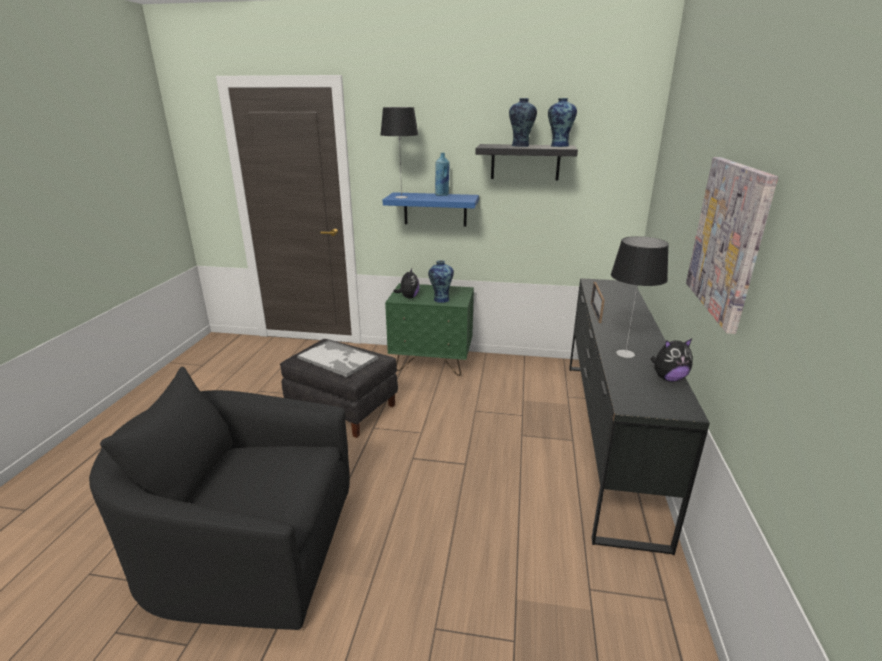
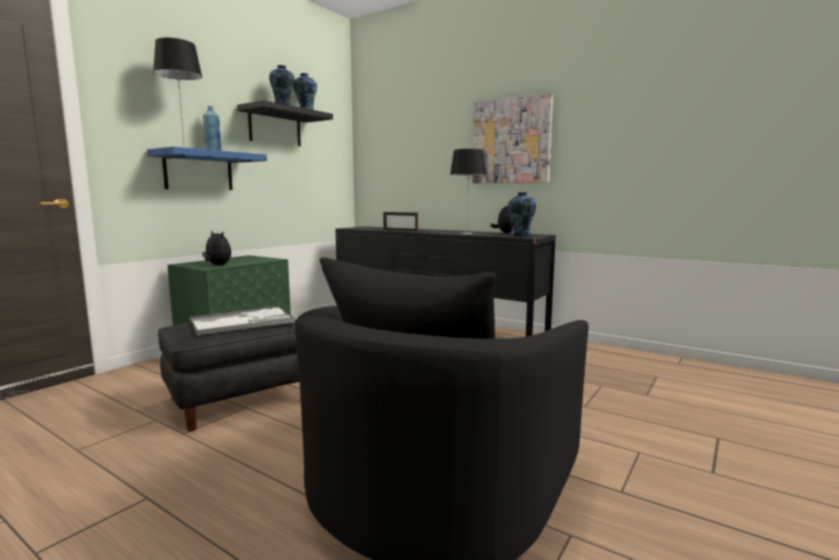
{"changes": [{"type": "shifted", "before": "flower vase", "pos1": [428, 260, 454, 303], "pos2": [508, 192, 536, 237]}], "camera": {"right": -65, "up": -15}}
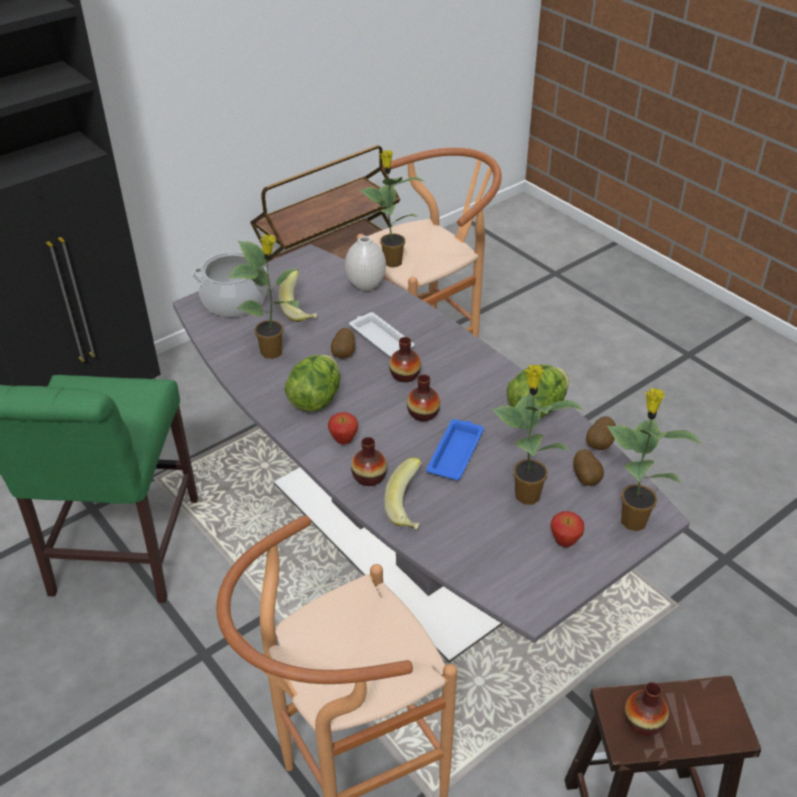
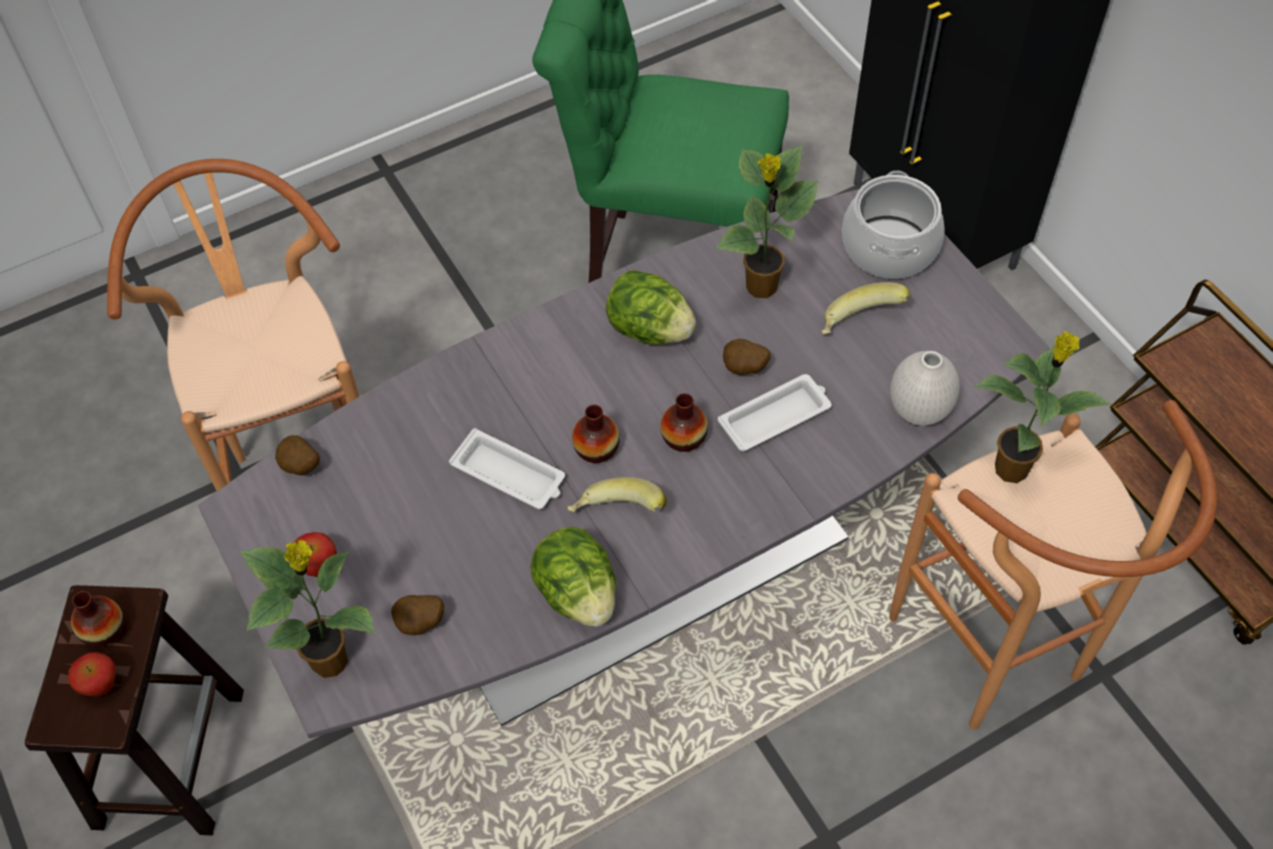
{"changes": [{"type": "gone", "before": "flower vase", "pos1": [351, 437, 387, 486]}, {"type": "gone", "before": "potted plant", "pos1": [492, 365, 585, 504]}, {"type": "shifted", "before": "apple fruit", "pos1": [328, 412, 358, 444], "pos2": [68, 652, 116, 696]}, {"type": "shifted", "before": "whole banana", "pos1": [384, 458, 422, 530], "pos2": [567, 477, 667, 513]}, {"type": "shifted", "before": "spud", "pos1": [586, 416, 616, 450], "pos2": [275, 435, 320, 476]}, {"type": "repainted", "before": "blue-coloured carrying tray", "after": "whitish carrying tray", "pos1": [426, 419, 484, 480], "pos2": [449, 428, 565, 509]}], "camera": {"right": 100, "up": 15}}
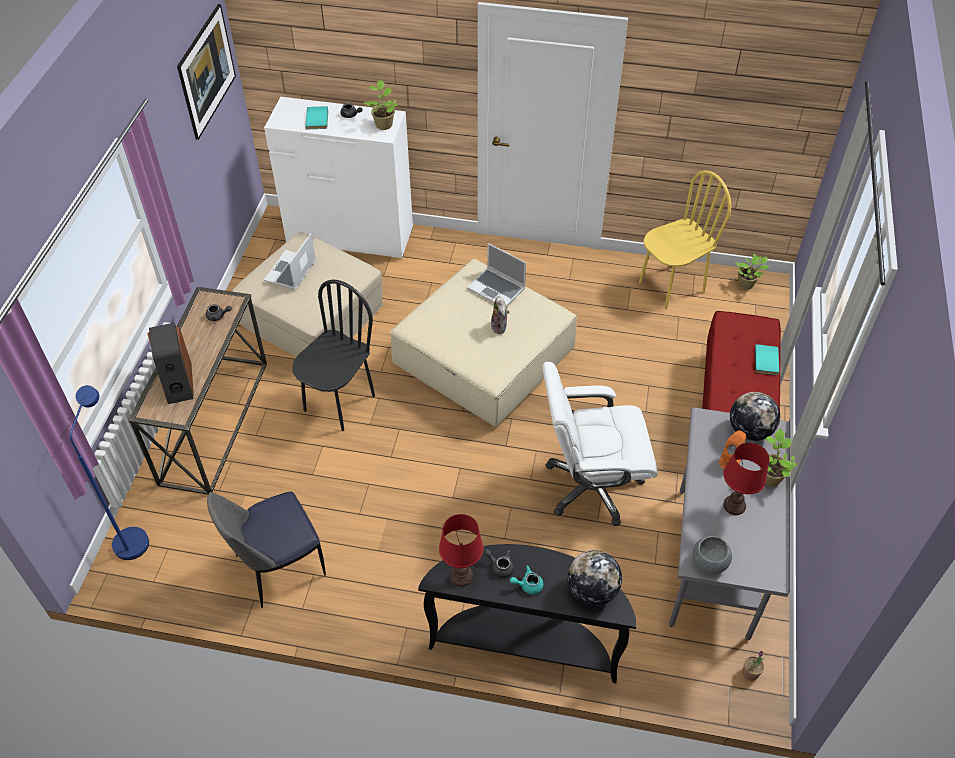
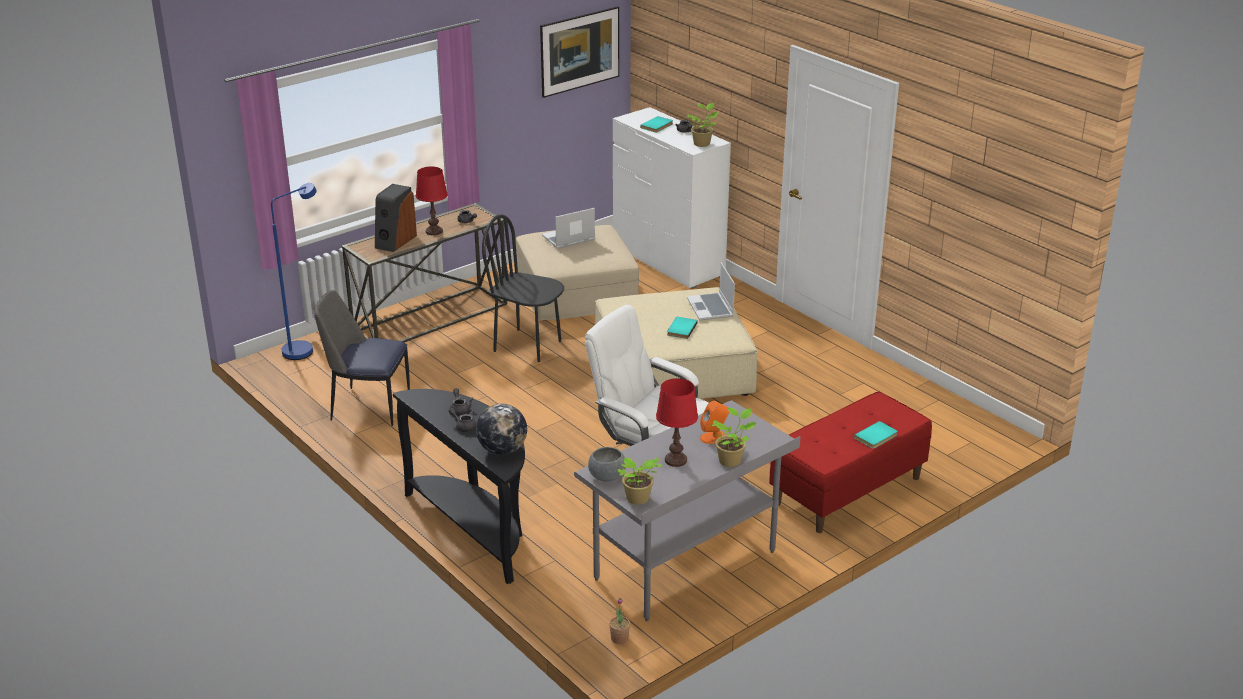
{"changes": [{"type": "gone", "before": "yellowish upright chair", "pos1": [639, 171, 731, 310]}, {"type": "gone", "before": "globe", "pos1": [730, 392, 780, 441]}, {"type": "shifted", "before": "red lamp for a table", "pos1": [439, 514, 483, 586], "pos2": [416, 167, 448, 235]}, {"type": "shifted", "before": "potted plant", "pos1": [735, 253, 768, 290], "pos2": [617, 458, 662, 505]}, {"type": "swapped", "before": "soft toy", "after": "turquoise-coloured bound book", "pos1": [491, 296, 510, 334], "pos2": [667, 317, 698, 339]}, {"type": "repainted", "before": "turquoise-coloured tea pot", "after": "greyish tea pot", "pos1": [510, 566, 543, 594], "pos2": [449, 408, 477, 432]}, {"type": "rotated", "before": "blackish upright chair", "pos1": [292, 279, 375, 431], "pos2": [482, 214, 564, 362], "turn": -135}], "camera": {"right": 40, "up": -20}}
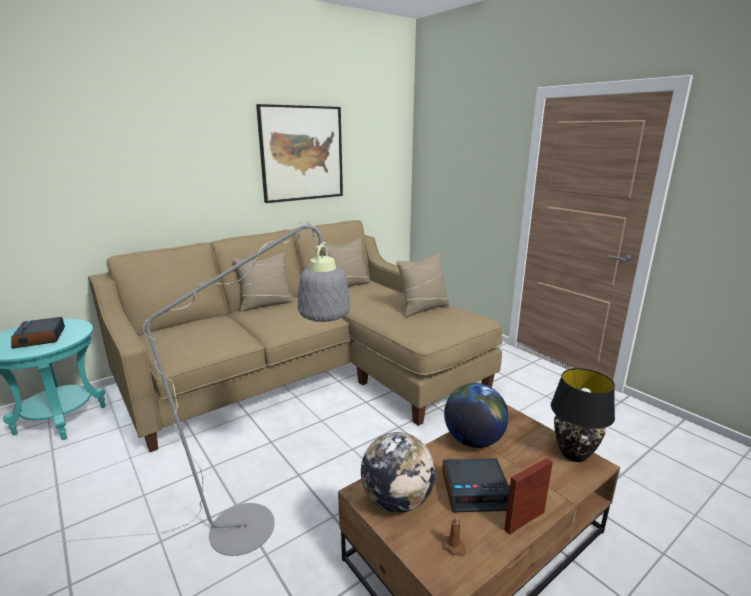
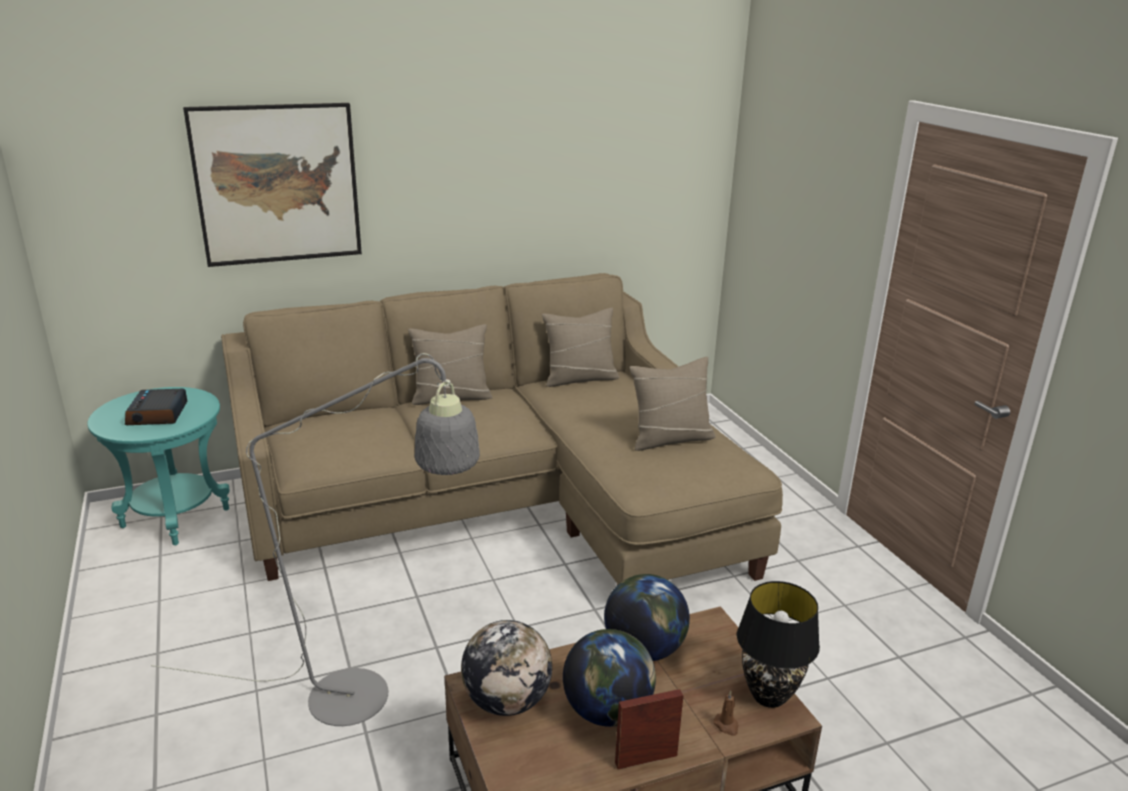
{"changes": [{"type": "shifted", "before": "wall picture", "pos1": [256, 104, 343, 203], "pos2": [183, 103, 362, 267]}, {"type": "shifted", "before": "brown wax light", "pos1": [443, 515, 466, 556], "pos2": [713, 690, 739, 736]}, {"type": "swapped", "before": "table clock", "after": "globe", "pos1": [442, 458, 510, 512], "pos2": [563, 629, 656, 727]}], "camera": {"right": 15, "up": 5}}
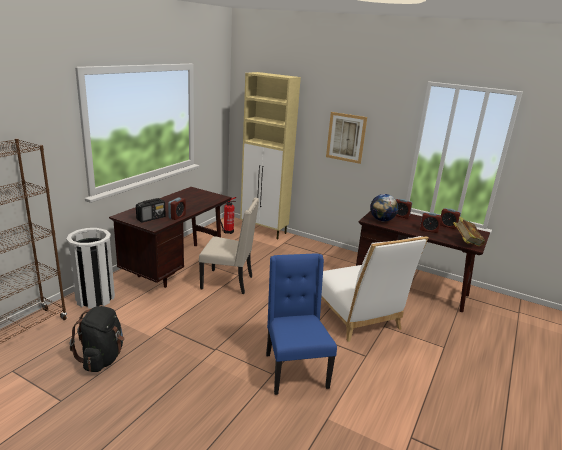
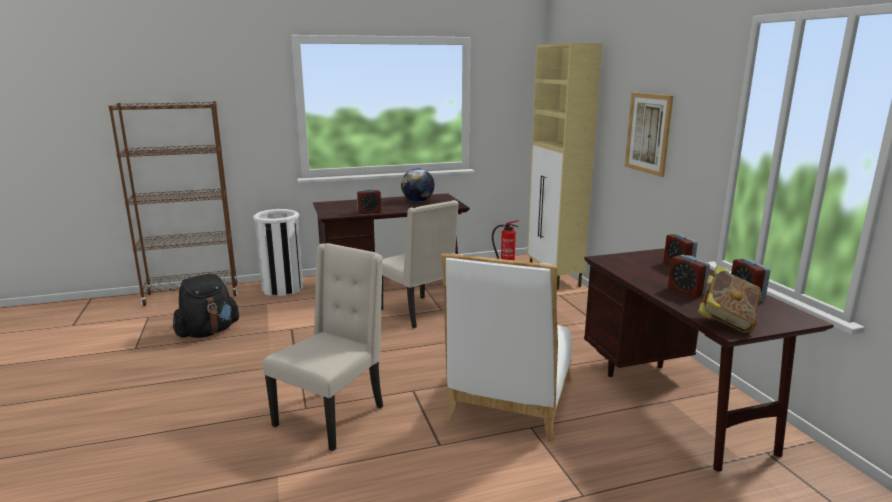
{"changes": [{"type": "gone", "before": "radio", "pos1": [136, 198, 166, 223]}, {"type": "shifted", "before": "globe", "pos1": [370, 194, 398, 221], "pos2": [401, 168, 435, 202]}, {"type": "repainted", "before": "blue-coloured upright chair", "after": "beige upright chair", "pos1": [266, 253, 337, 395], "pos2": [263, 243, 383, 451]}], "camera": {"right": 45, "up": -5}}
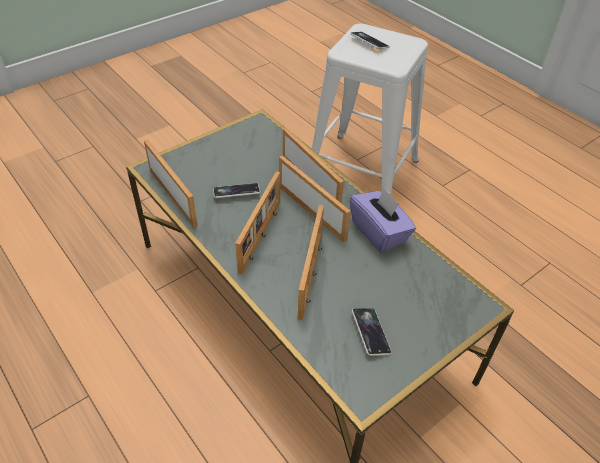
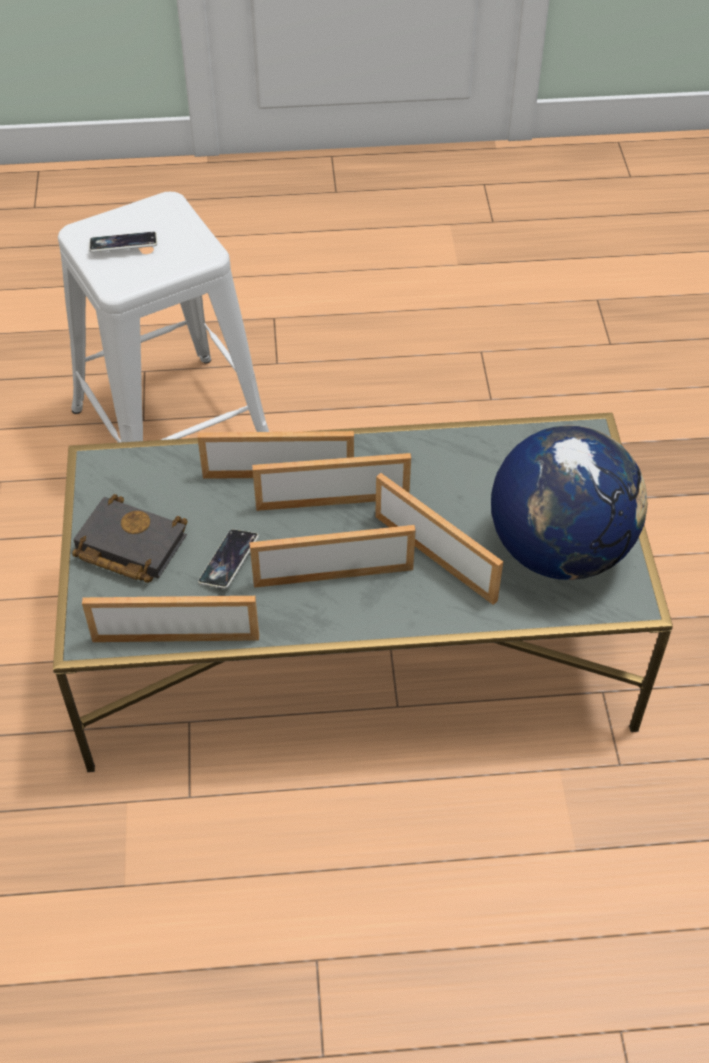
{"changes": [{"type": "gone", "before": "purplish tissue box", "pos1": [350, 187, 416, 253]}, {"type": "new", "after": "blackish bound book", "pos2": [72, 494, 187, 583]}, {"type": "swapped", "before": "phone", "after": "globe", "pos1": [352, 308, 392, 356], "pos2": [491, 425, 647, 580]}, {"type": "rotated", "before": "picture frame", "pos1": [235, 171, 280, 274], "pos2": [249, 525, 415, 588], "turn": -60}], "camera": {"right": -55, "up": 5}}
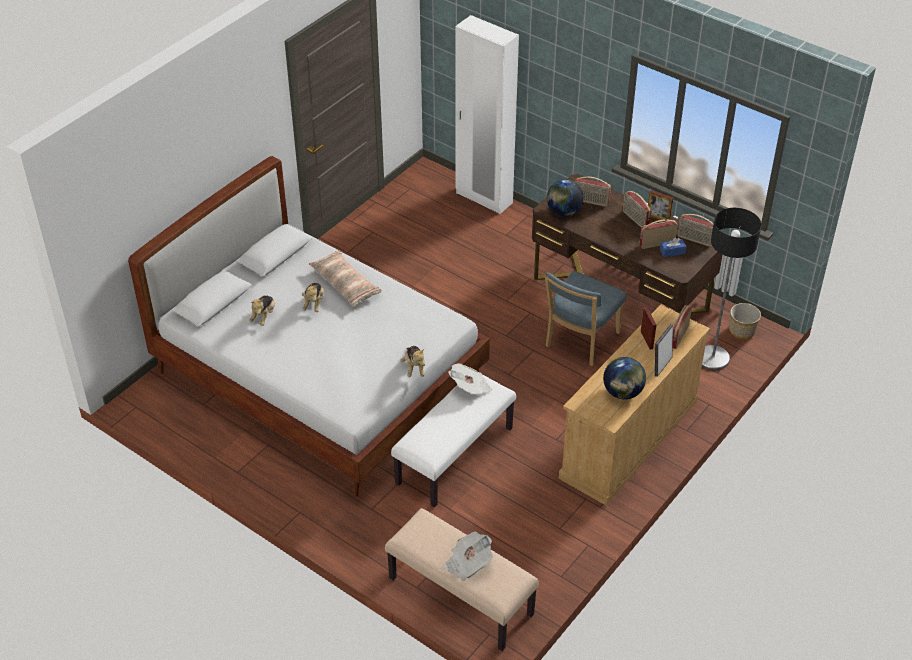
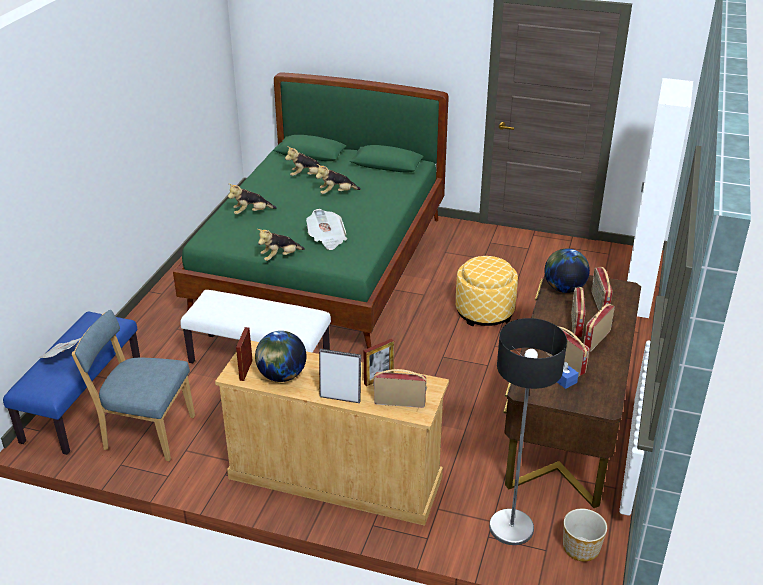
{"changes": [{"type": "gone", "before": "throw pillow", "pos1": [309, 251, 382, 307]}, {"type": "new", "after": "soft toy", "pos2": [228, 183, 277, 214]}, {"type": "new", "after": "pouffe", "pos2": [456, 256, 518, 326]}, {"type": "shifted", "before": "daily paper", "pos1": [448, 363, 492, 395], "pos2": [306, 209, 347, 250]}, {"type": "shifted", "before": "blue-coloured upright chair", "pos1": [545, 271, 626, 366], "pos2": [72, 310, 195, 461]}, {"type": "shifted", "before": "picture frame", "pos1": [648, 190, 673, 222], "pos2": [236, 327, 253, 381]}, {"type": "shifted", "before": "radio", "pos1": [677, 214, 714, 247], "pos2": [571, 287, 586, 337]}, {"type": "repainted", "before": "whitish sleeping bed", "after": "green sleeping bed", "pos1": [128, 156, 490, 497], "pos2": [173, 72, 449, 349]}, {"type": "repainted", "before": "beige indoor bench", "after": "blue-coloured indoor bench", "pos1": [385, 508, 539, 651], "pos2": [3, 312, 140, 455]}], "camera": {"right": 70, "up": -10}}
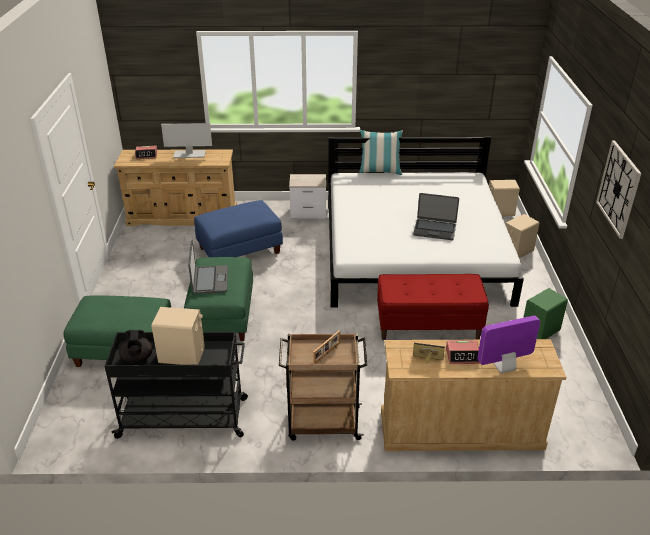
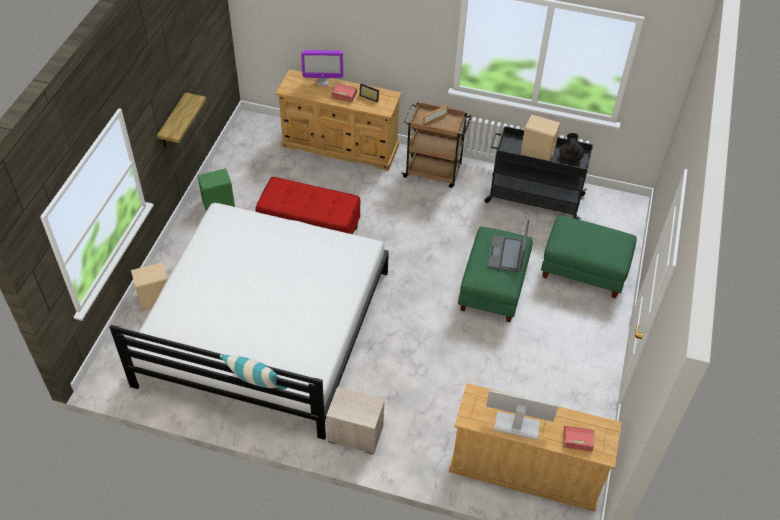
{"changes": [{"type": "gone", "before": "blue-coloured pouffe", "pos1": [194, 200, 283, 257]}, {"type": "gone", "before": "laptop", "pos1": [413, 193, 459, 240]}, {"type": "gone", "before": "beige loudspeaker", "pos1": [489, 180, 520, 216]}, {"type": "gone", "before": "wall clock", "pos1": [596, 141, 642, 239]}, {"type": "new", "after": "bracket shelf", "pos2": [157, 92, 206, 147]}], "camera": {"right": -165, "up": 15}}
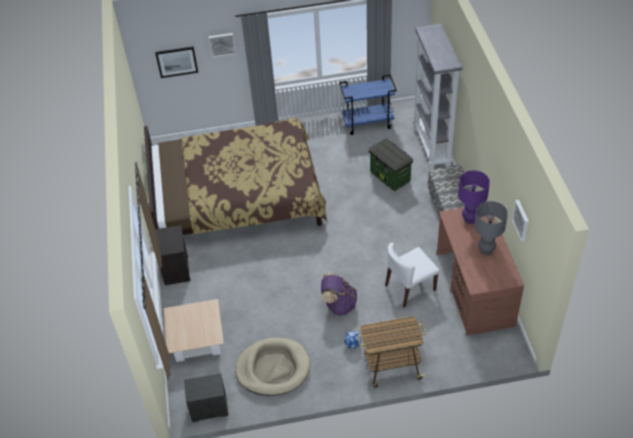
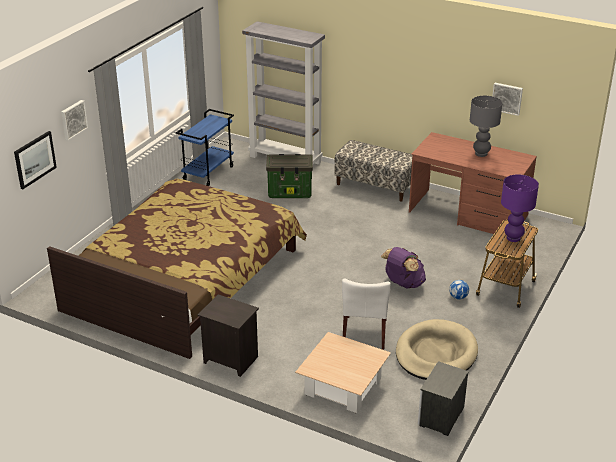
{"changes": [{"type": "shifted", "before": "whitish upright chair", "pos1": [385, 242, 440, 308], "pos2": [342, 278, 391, 349]}, {"type": "shifted", "before": "purplish lamp for a table", "pos1": [458, 170, 490, 224], "pos2": [501, 174, 539, 242]}], "camera": {"right": -55, "up": -15}}
